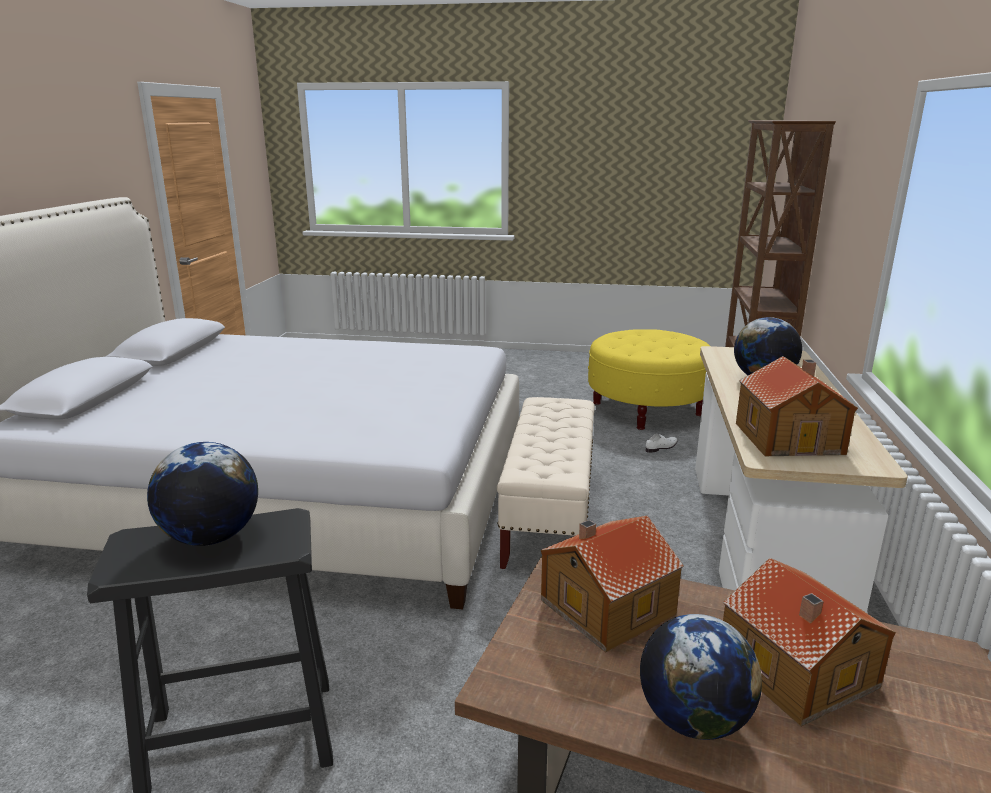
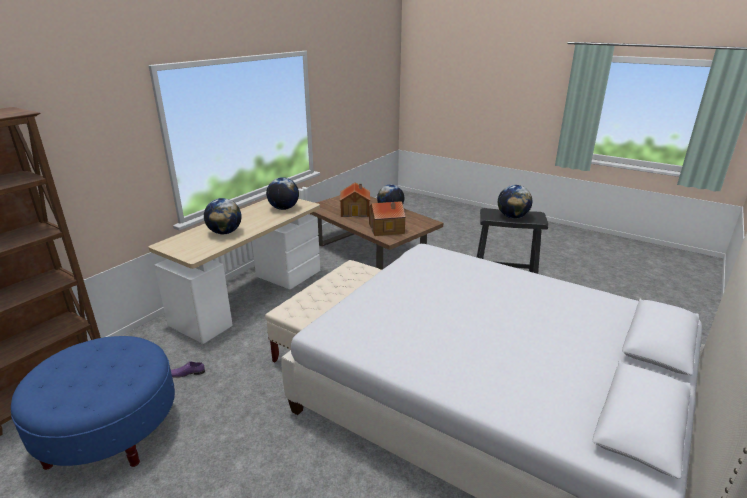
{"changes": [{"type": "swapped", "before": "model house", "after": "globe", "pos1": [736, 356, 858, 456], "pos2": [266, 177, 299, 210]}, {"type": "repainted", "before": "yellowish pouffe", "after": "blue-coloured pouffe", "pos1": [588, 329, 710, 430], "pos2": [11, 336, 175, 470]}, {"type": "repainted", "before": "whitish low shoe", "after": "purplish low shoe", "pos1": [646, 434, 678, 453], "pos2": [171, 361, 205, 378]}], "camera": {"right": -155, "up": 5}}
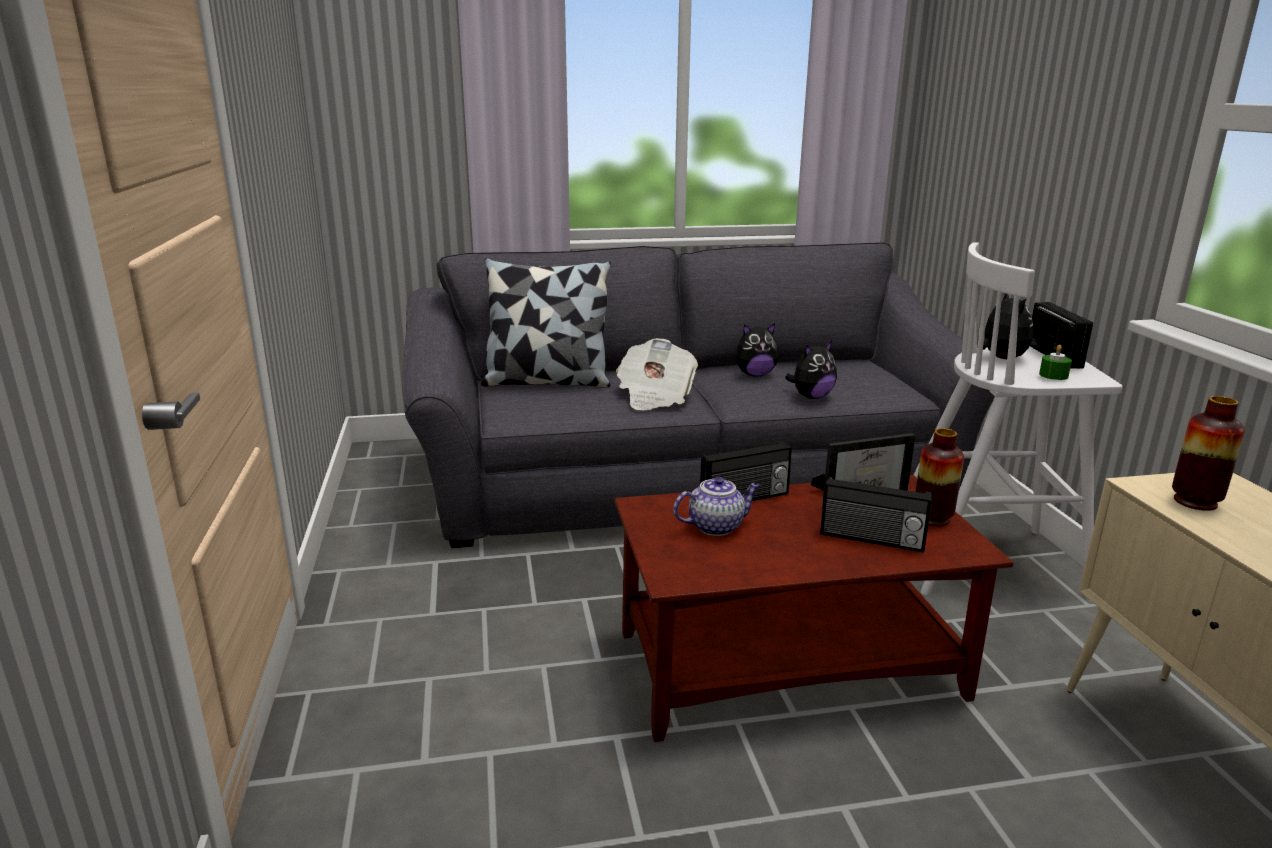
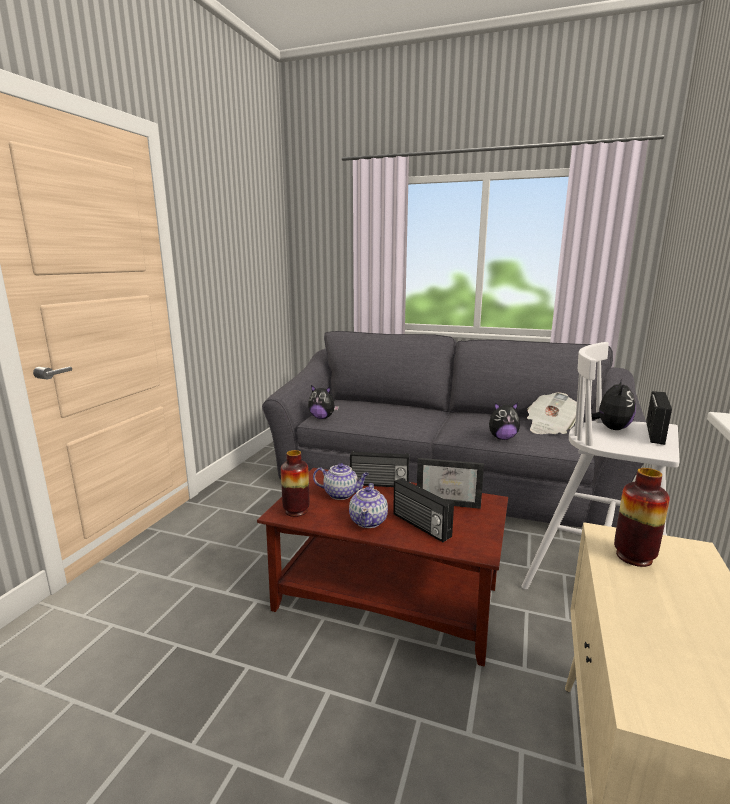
{"changes": [{"type": "gone", "before": "throw pillow", "pos1": [481, 258, 611, 388]}, {"type": "gone", "before": "green wax light", "pos1": [1039, 345, 1072, 380]}, {"type": "new", "after": "tea pot", "pos2": [349, 483, 388, 528]}, {"type": "shifted", "before": "daily paper", "pos1": [616, 338, 698, 410], "pos2": [527, 392, 577, 434]}, {"type": "shifted", "before": "soft toy", "pos1": [736, 323, 778, 377], "pos2": [308, 385, 339, 419]}, {"type": "shifted", "before": "flower vase", "pos1": [916, 428, 964, 526], "pos2": [281, 450, 309, 517]}], "camera": {"right": 30, "up": -5}}
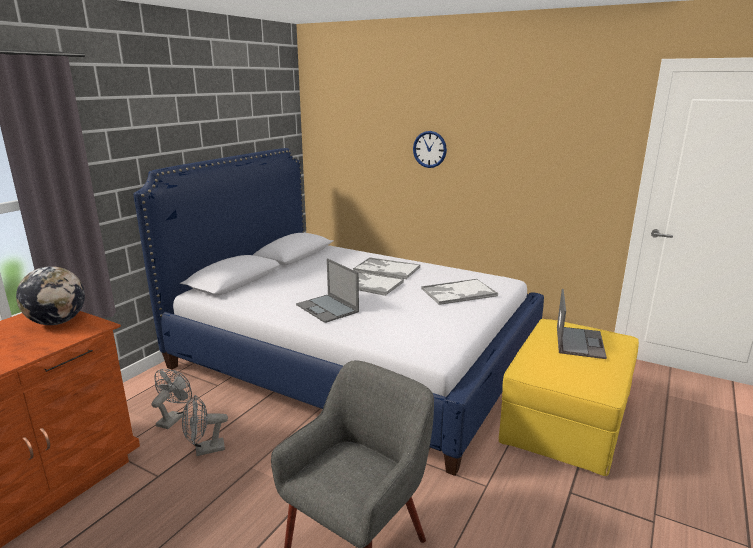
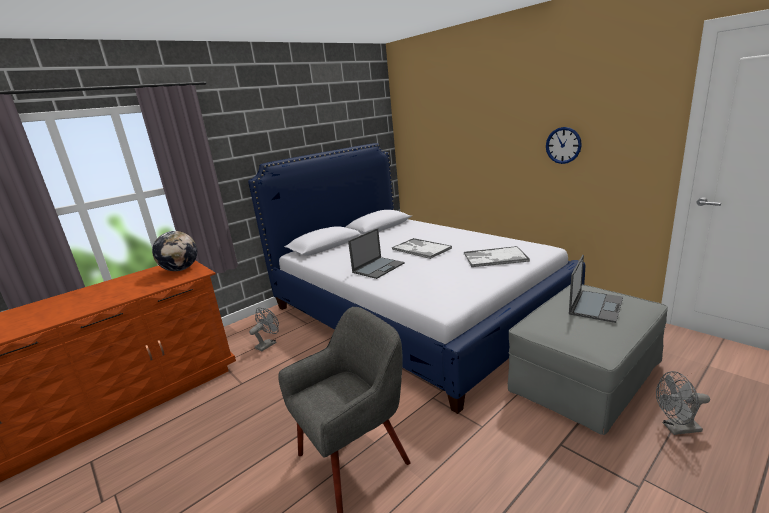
{"changes": [{"type": "gone", "before": "carrying tray", "pos1": [353, 257, 420, 279]}, {"type": "shifted", "before": "greyish fan", "pos1": [182, 395, 228, 456], "pos2": [656, 371, 710, 435]}, {"type": "shifted", "before": "wall clock", "pos1": [413, 131, 447, 168], "pos2": [546, 127, 582, 164]}, {"type": "repainted", "before": "yellowish pouffe", "after": "greyish pouffe", "pos1": [499, 319, 639, 476], "pos2": [508, 284, 668, 435]}, {"type": "rotated", "before": "laptop", "pos1": [296, 259, 359, 323], "pos2": [348, 228, 405, 279], "turn": -120}], "camera": {"right": 20, "up": 0}}
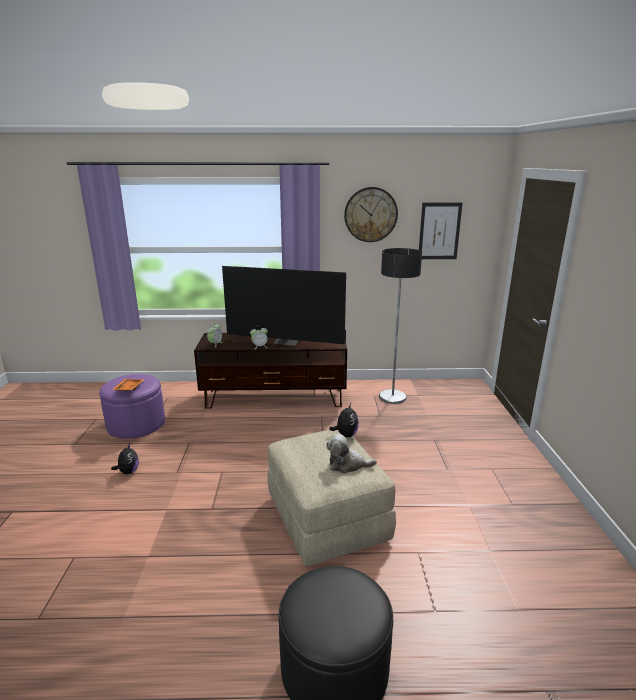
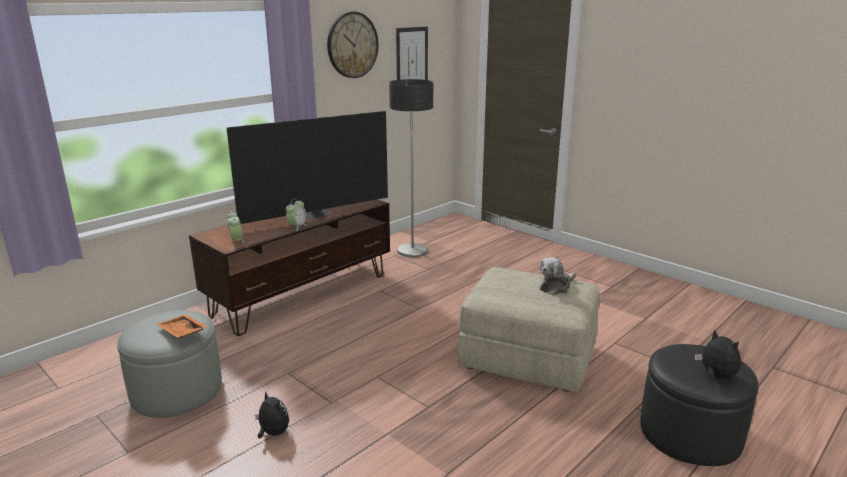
{"changes": [{"type": "shifted", "before": "soft toy", "pos1": [329, 403, 359, 437], "pos2": [695, 330, 740, 379]}, {"type": "repainted", "before": "purplish pouffe", "after": "greyish pouffe", "pos1": [99, 374, 165, 439], "pos2": [117, 310, 222, 418]}], "camera": {"right": -45, "up": 0}}
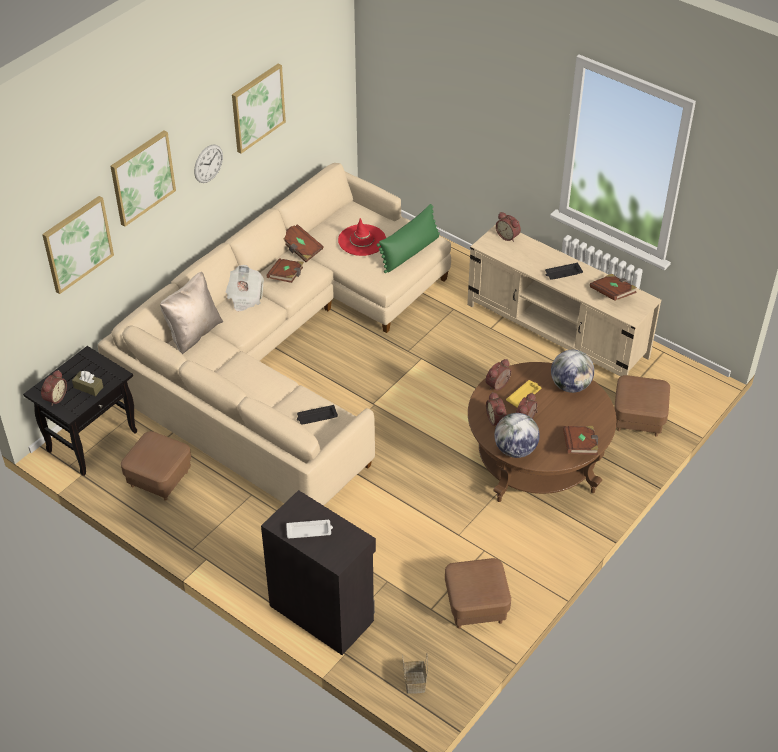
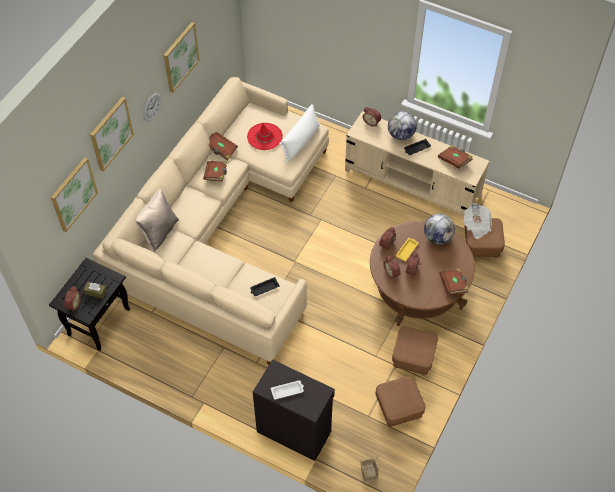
{"changes": [{"type": "shifted", "before": "brown pouffe", "pos1": [121, 431, 191, 500], "pos2": [392, 327, 438, 375]}, {"type": "shifted", "before": "daily paper", "pos1": [225, 265, 264, 312], "pos2": [463, 203, 492, 239]}, {"type": "shifted", "before": "globe", "pos1": [494, 413, 540, 458], "pos2": [388, 111, 417, 140]}, {"type": "repainted", "before": "green throw pillow", "after": "whitish throw pillow", "pos1": [377, 204, 440, 273], "pos2": [279, 104, 320, 162]}], "camera": {"right": -10, "up": 10}}
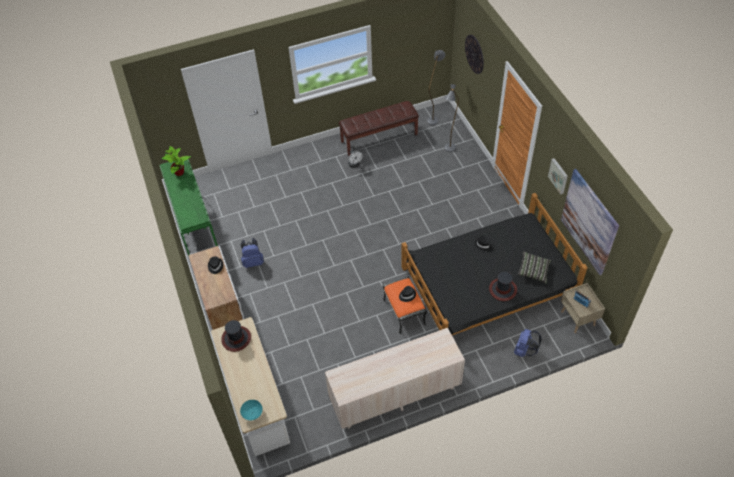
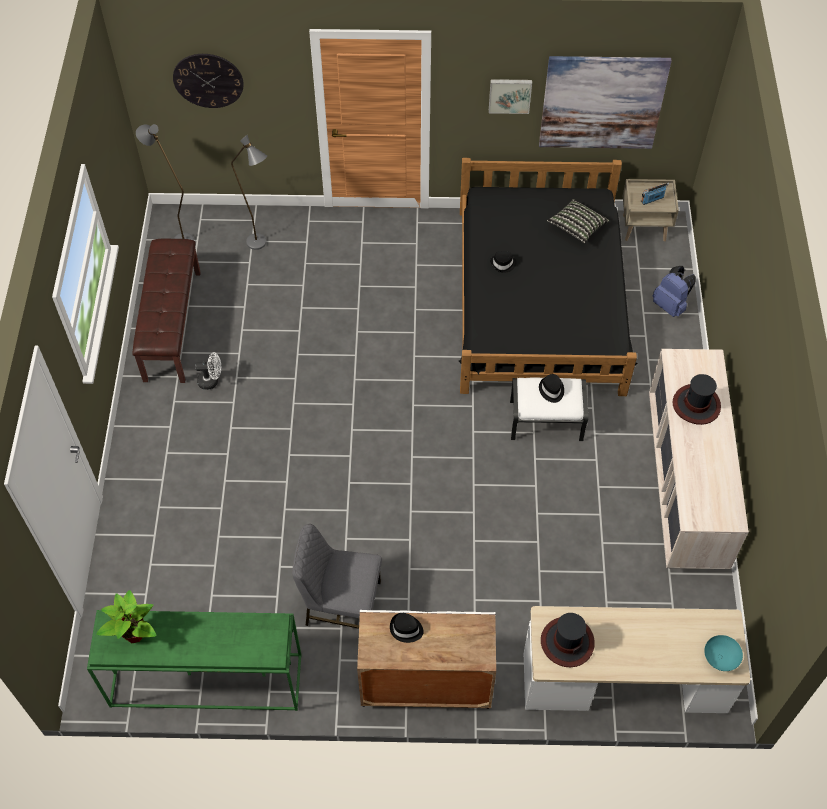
{"changes": [{"type": "shifted", "before": "wearable hat", "pos1": [489, 272, 517, 301], "pos2": [672, 374, 721, 425]}, {"type": "swapped", "before": "blue-coloured knapsack", "after": "greyish upright chair", "pos1": [241, 238, 264, 268], "pos2": [292, 524, 382, 629]}, {"type": "repainted", "before": "orange-coloured pouffe", "after": "whitish pouffe", "pos1": [382, 277, 427, 334], "pos2": [510, 377, 588, 441]}], "camera": {"right": -70, "up": 5}}
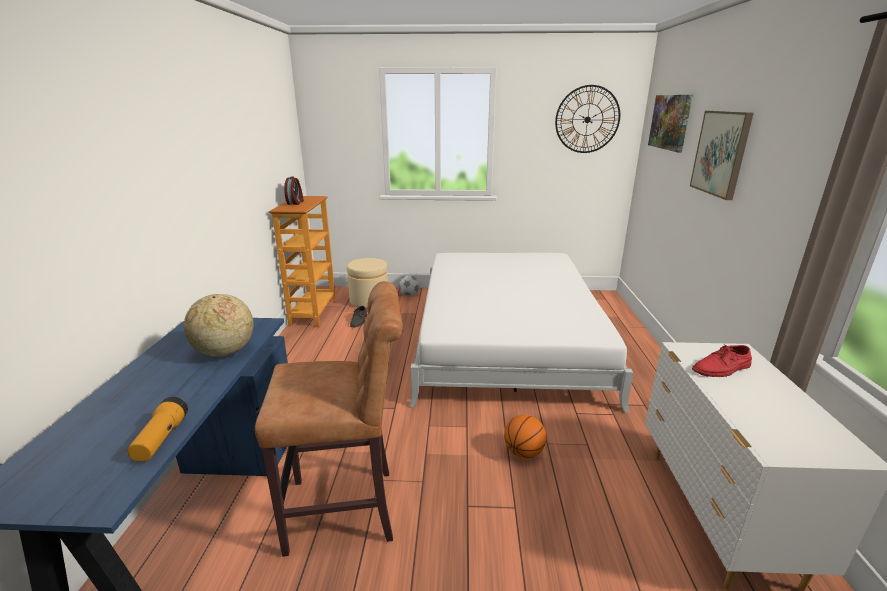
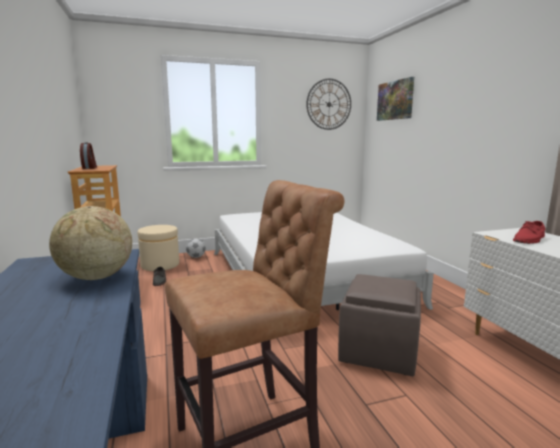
{"changes": [{"type": "gone", "before": "flashlight", "pos1": [128, 397, 188, 461]}, {"type": "gone", "before": "wall picture", "pos1": [690, 111, 754, 200]}, {"type": "swapped", "before": "basketball", "after": "brown pouffe", "pos1": [504, 415, 547, 458], "pos2": [338, 274, 421, 376]}], "camera": {"right": -20, "up": -10}}
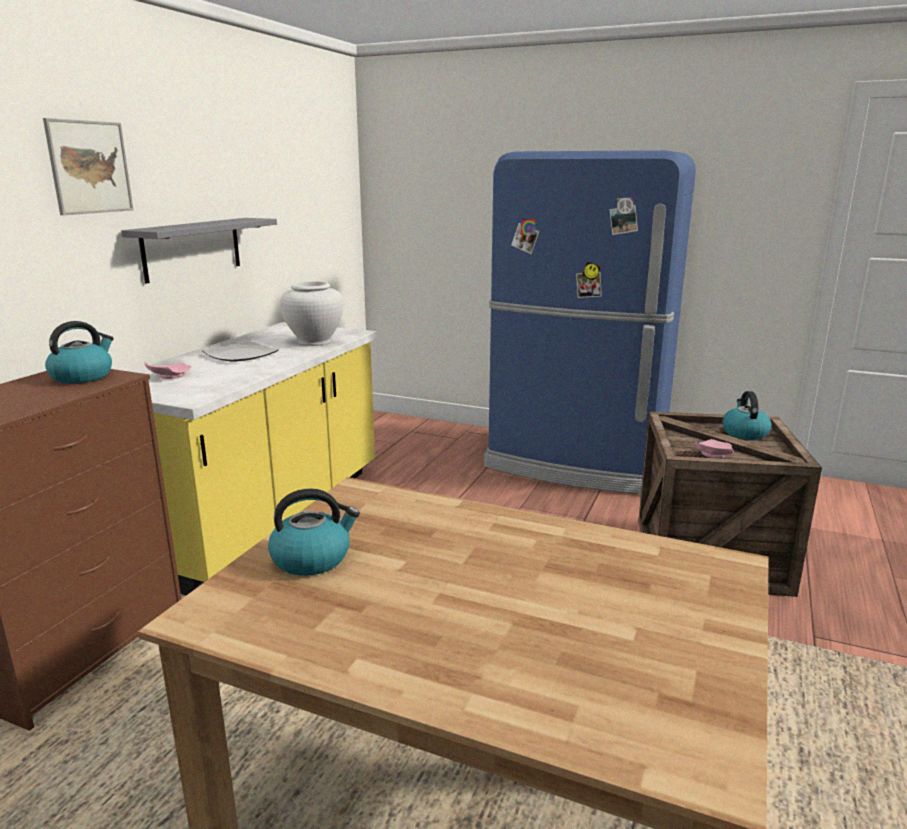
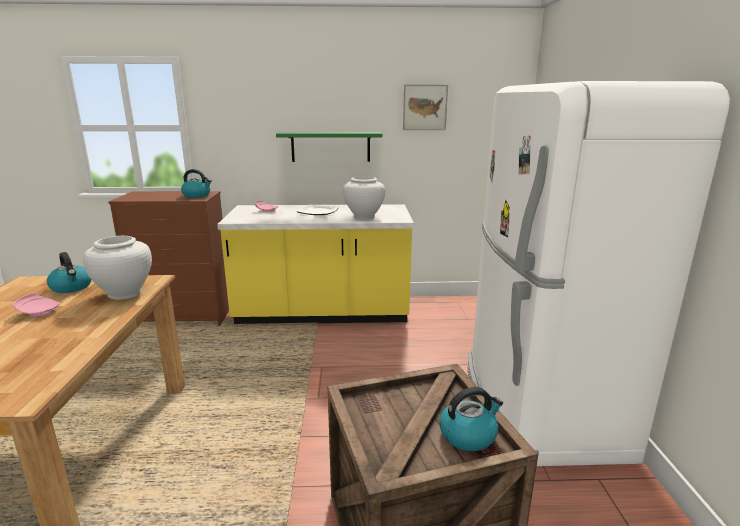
{"changes": [{"type": "new", "after": "whitish flower vase", "pos2": [83, 236, 152, 300]}, {"type": "shifted", "before": "wall picture", "pos1": [43, 118, 134, 215], "pos2": [403, 84, 448, 130]}, {"type": "shifted", "before": "pink dinner plate", "pos1": [694, 439, 734, 458], "pos2": [13, 293, 60, 317]}, {"type": "repainted", "before": "greyish bracket shelf", "after": "green bracket shelf", "pos1": [121, 218, 277, 284], "pos2": [276, 132, 382, 162]}, {"type": "repainted", "before": "blue-coloured refrigerator", "after": "whitish refrigerator", "pos1": [484, 150, 696, 494], "pos2": [467, 81, 730, 466]}], "camera": {"right": 65, "up": 0}}
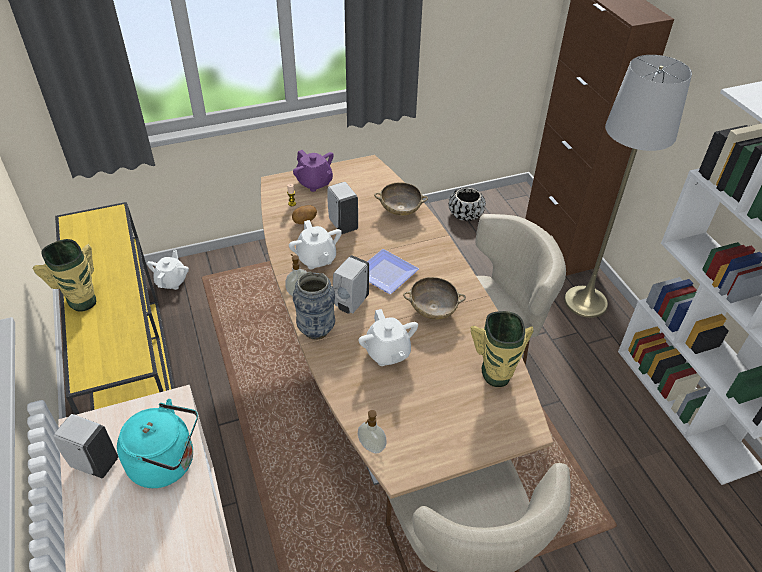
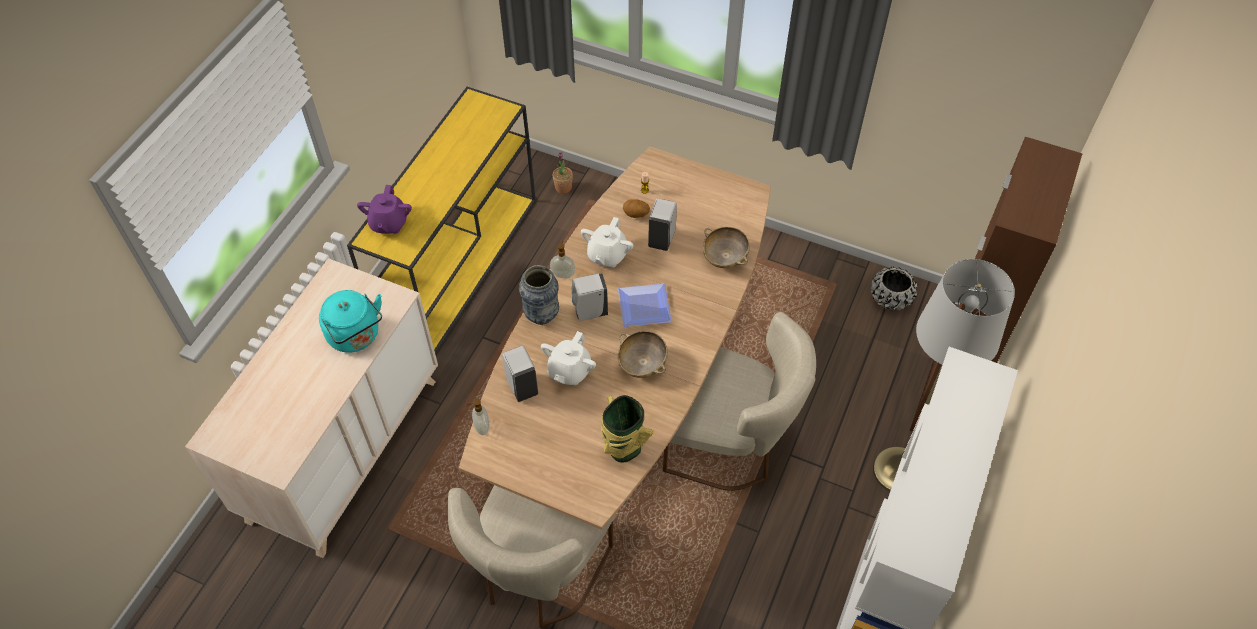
{"changes": [{"type": "gone", "before": "flower vase", "pos1": [33, 239, 96, 312]}, {"type": "shifted", "before": "whitish liquid soap bottle", "pos1": [53, 414, 118, 479], "pos2": [502, 346, 538, 402]}, {"type": "shifted", "before": "purplish tea pot", "pos1": [293, 150, 334, 192], "pos2": [357, 185, 412, 234]}, {"type": "swapped", "before": "whitish tea pot", "after": "potted plant", "pos1": [147, 250, 189, 290], "pos2": [552, 152, 573, 194]}], "camera": {"right": 45, "up": 10}}
